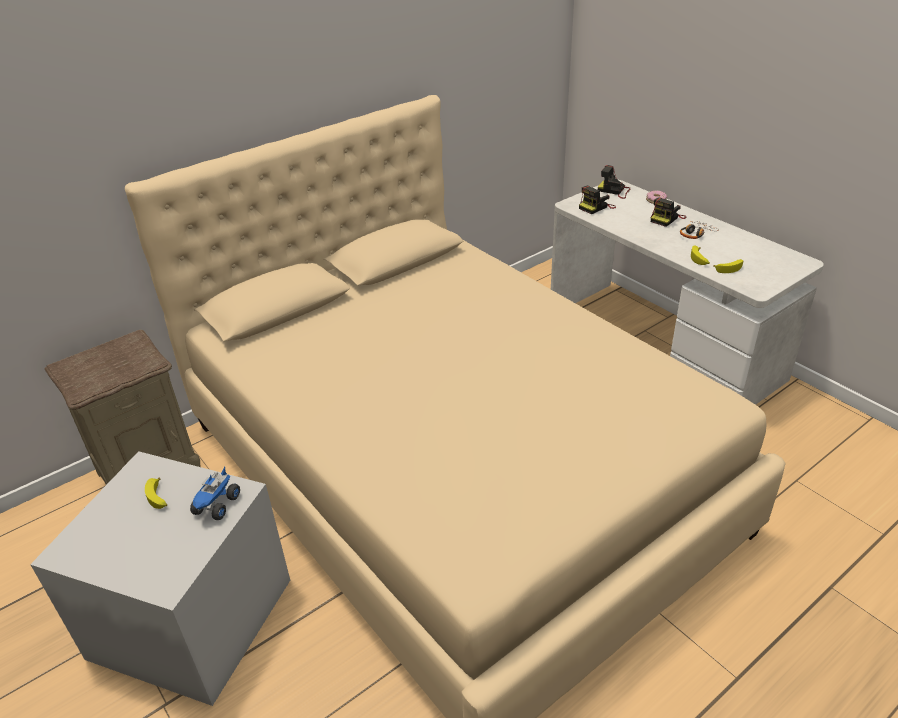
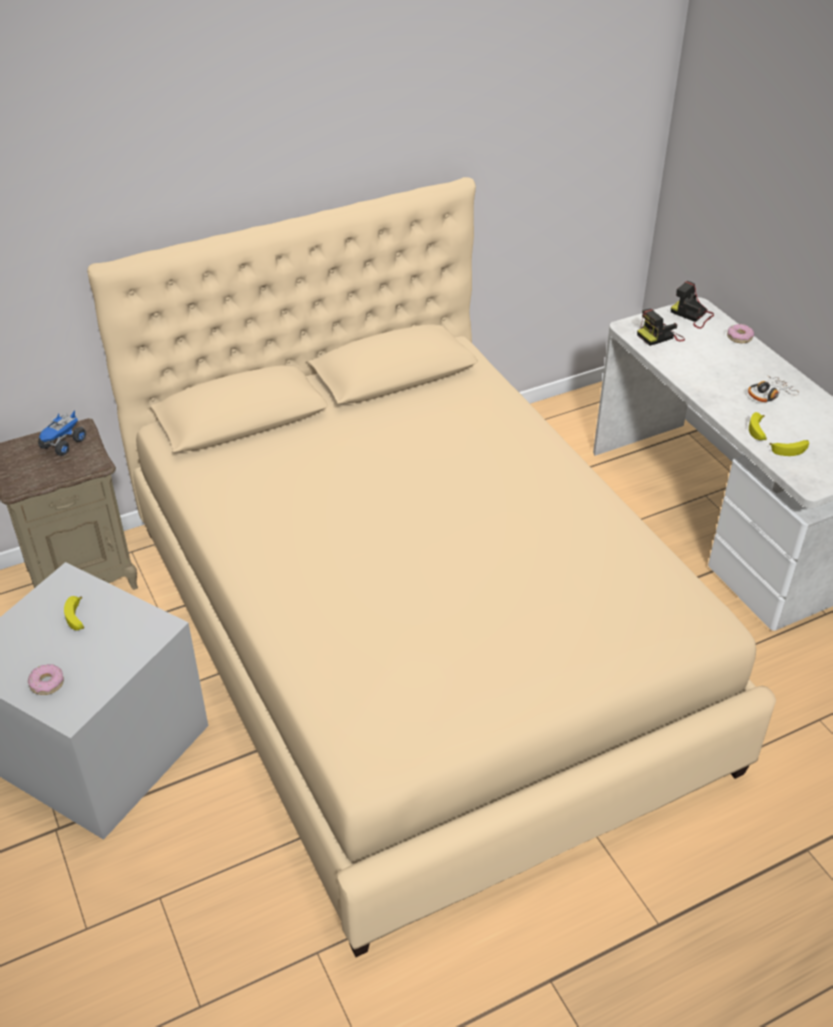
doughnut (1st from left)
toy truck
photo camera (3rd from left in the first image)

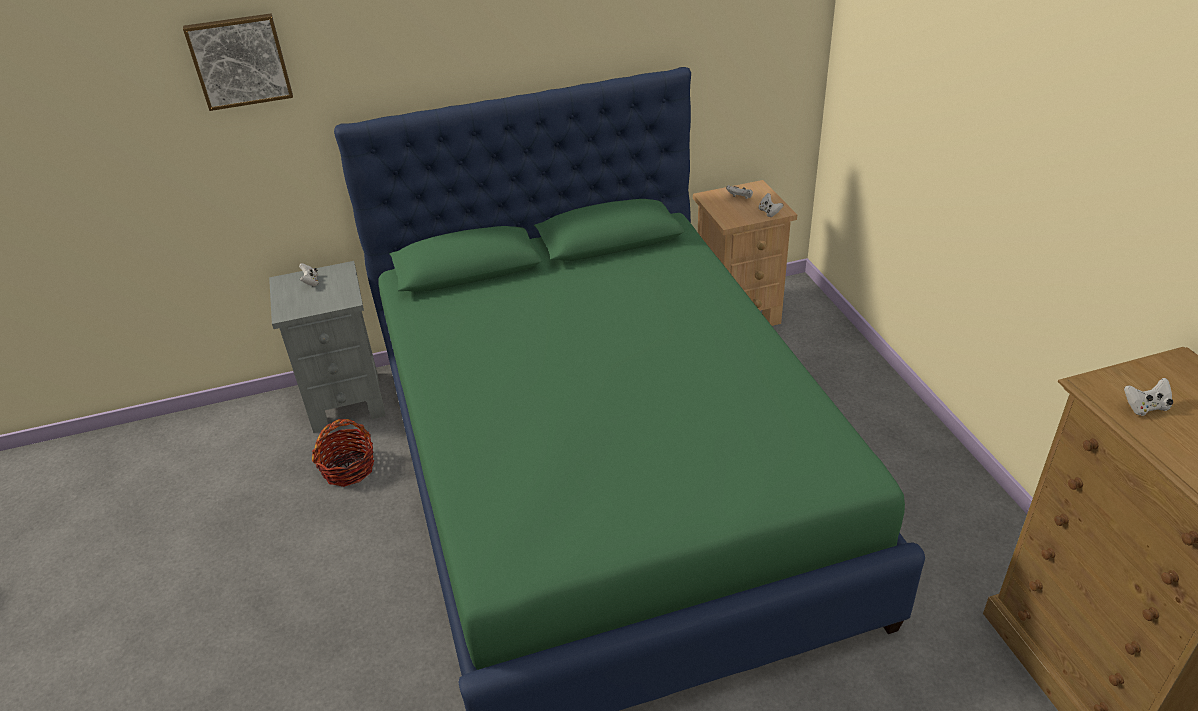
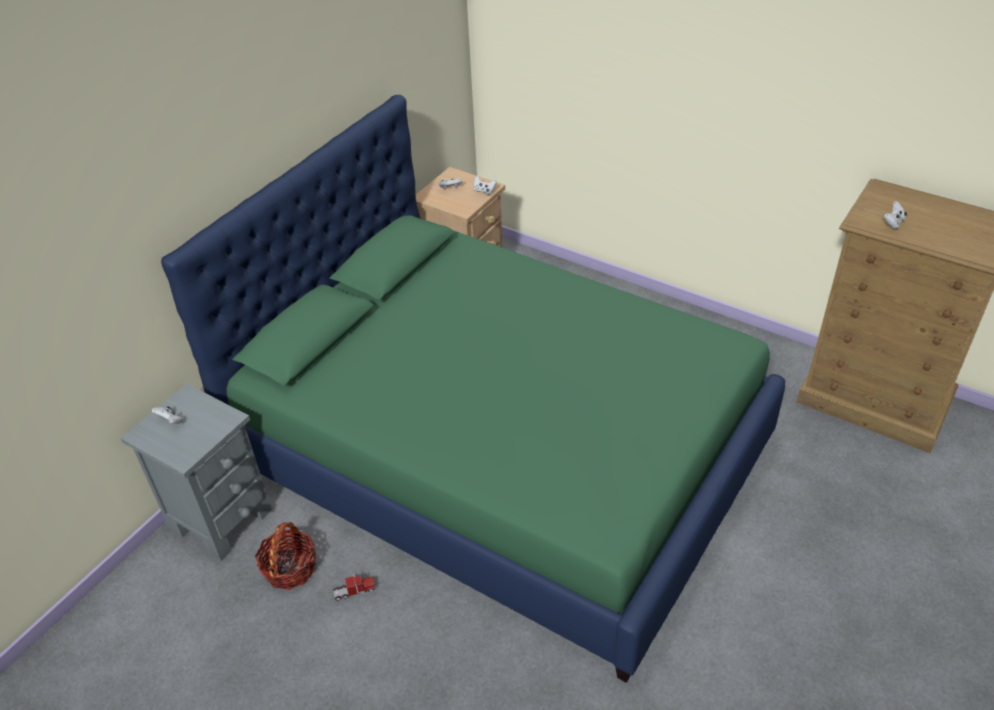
toy truck
picture

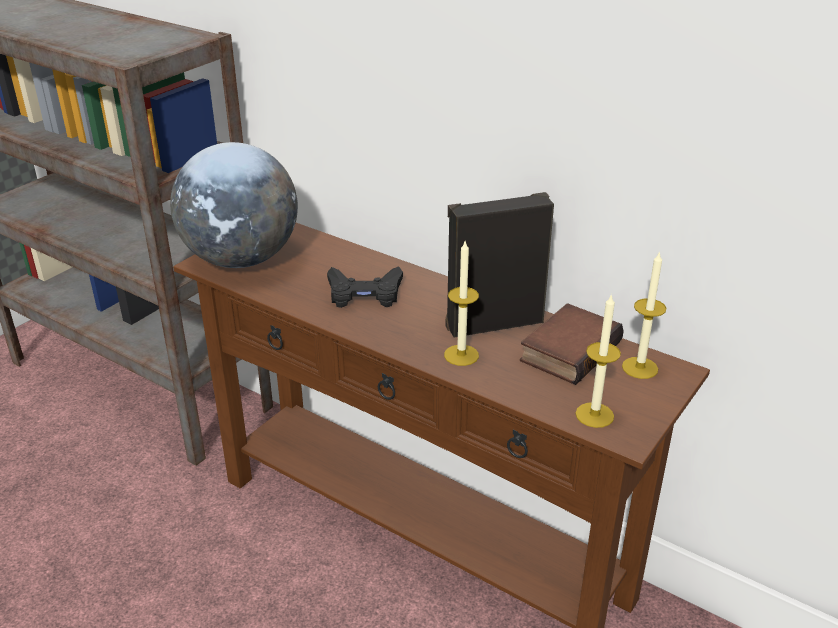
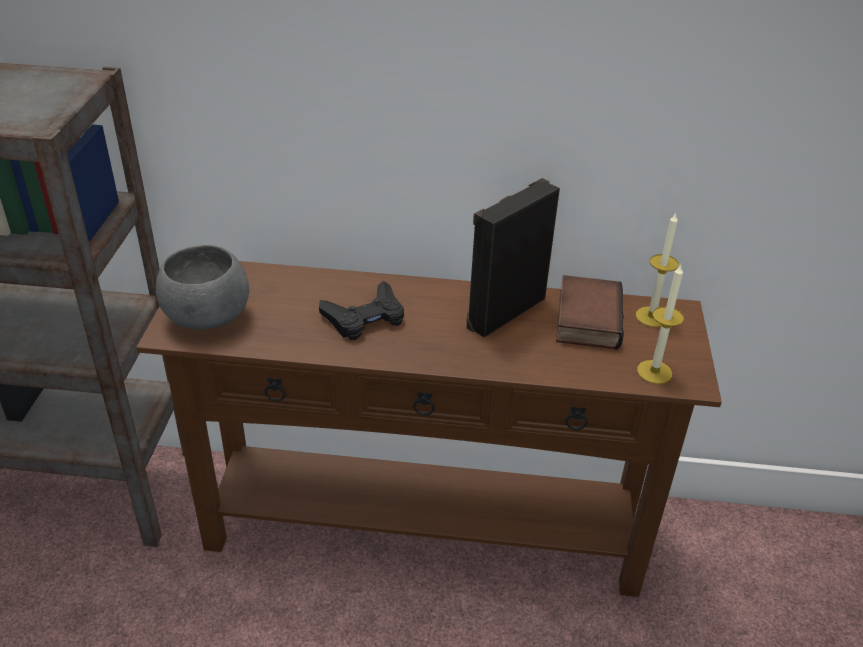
deep dish in gray
candle (1st from left in the first image)

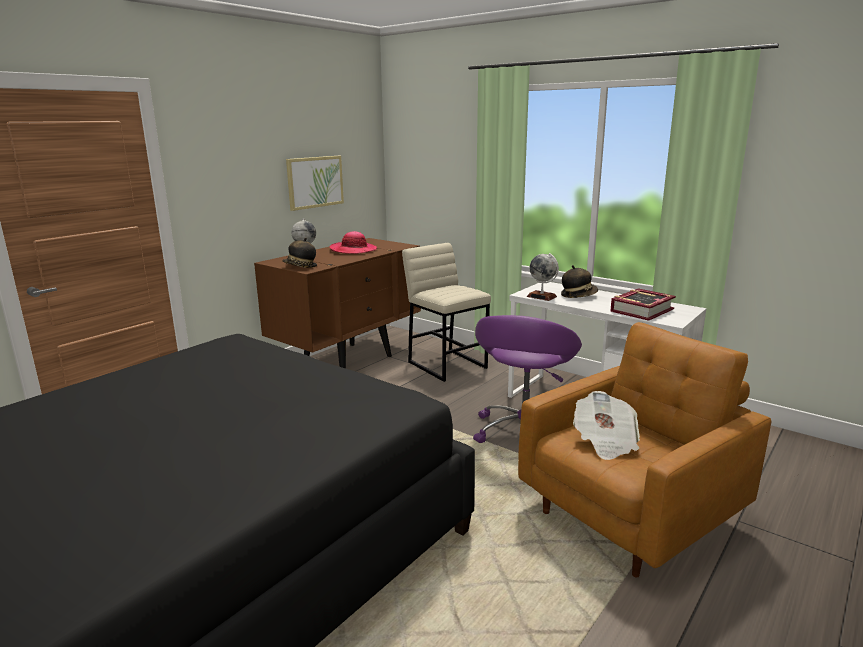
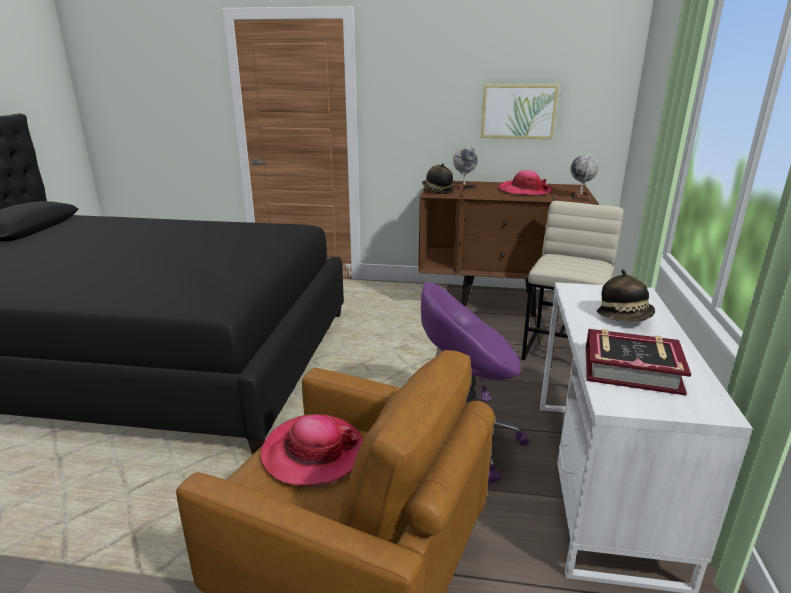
clothing hat (1st from left)
globe (2nd from left)

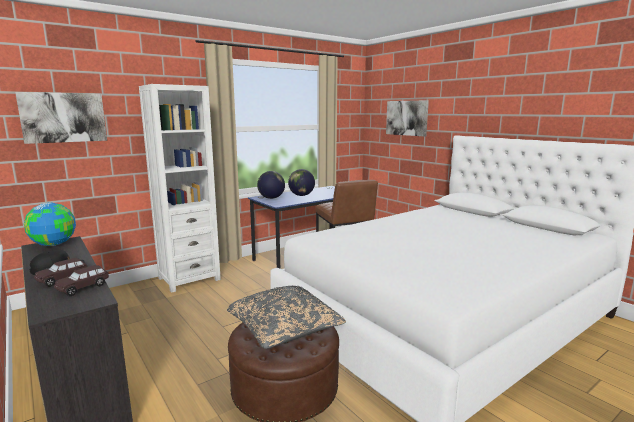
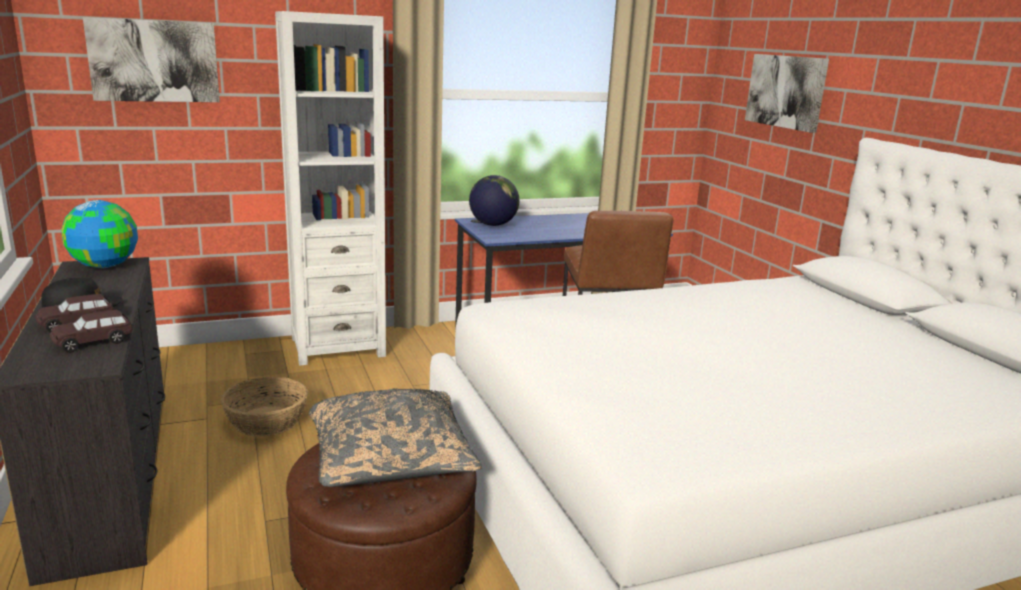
household basket
globe (3rd from left in the first image)

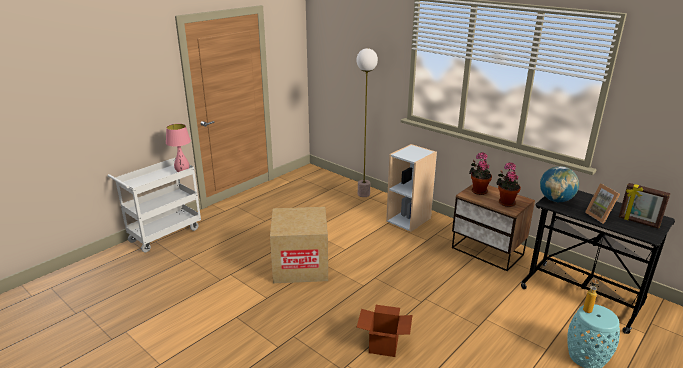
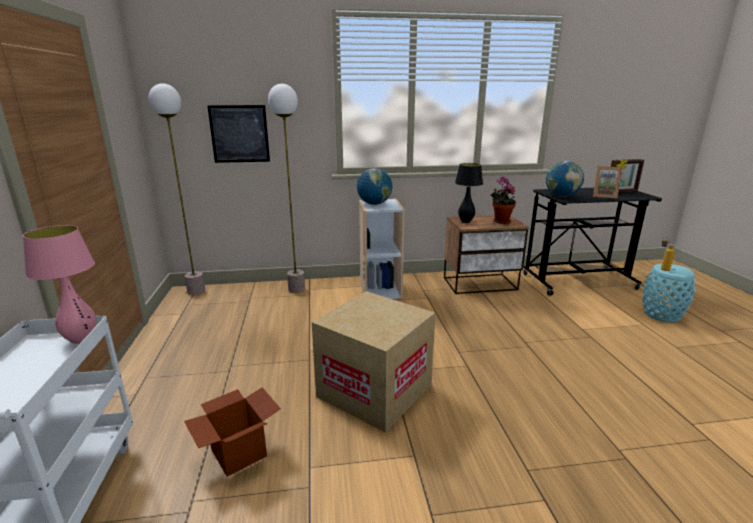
standard lamp (1st from left)
cardboard box (1st from left)
picture
globe (1st from left)
table lamp in black-coloured

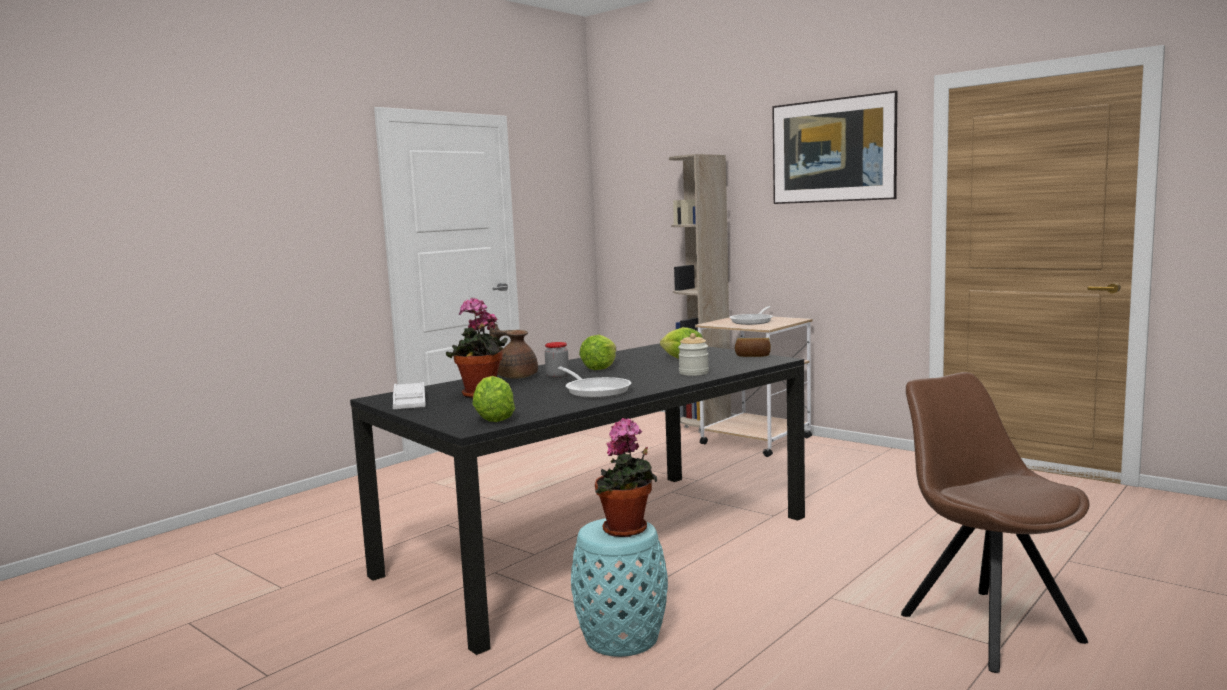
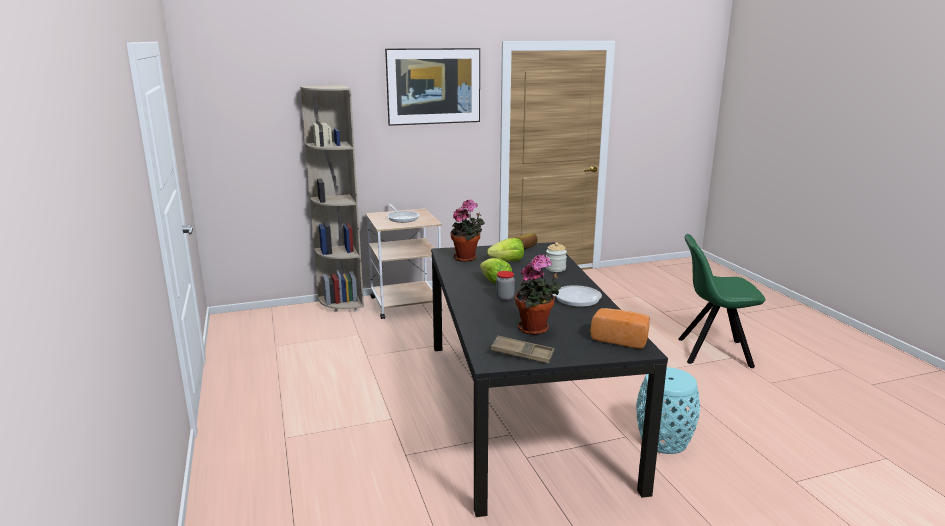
plant in a pot (1st from left)
tray in brown-coloured
bread (2nd from left)
plain chair in greenish
tea pot in brown-coloured

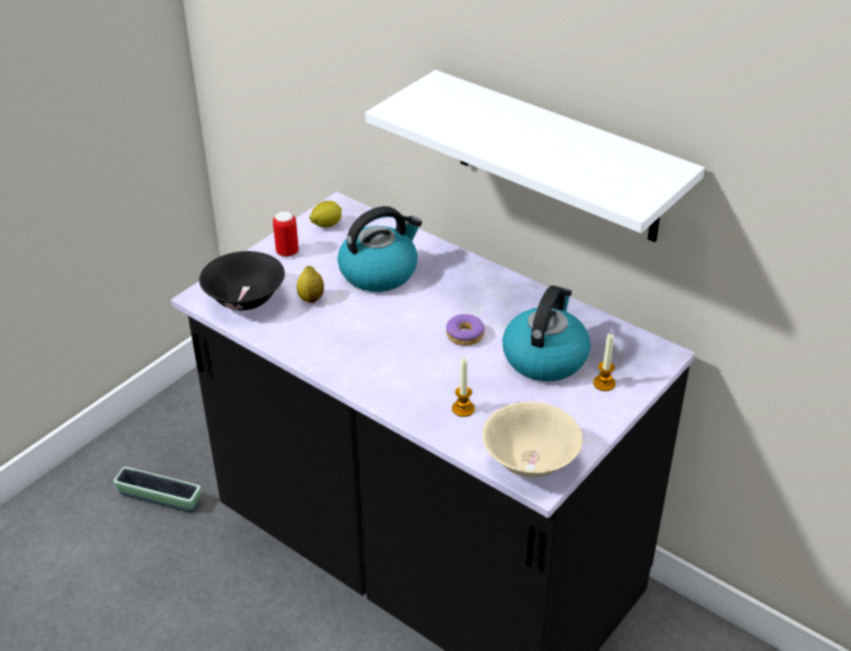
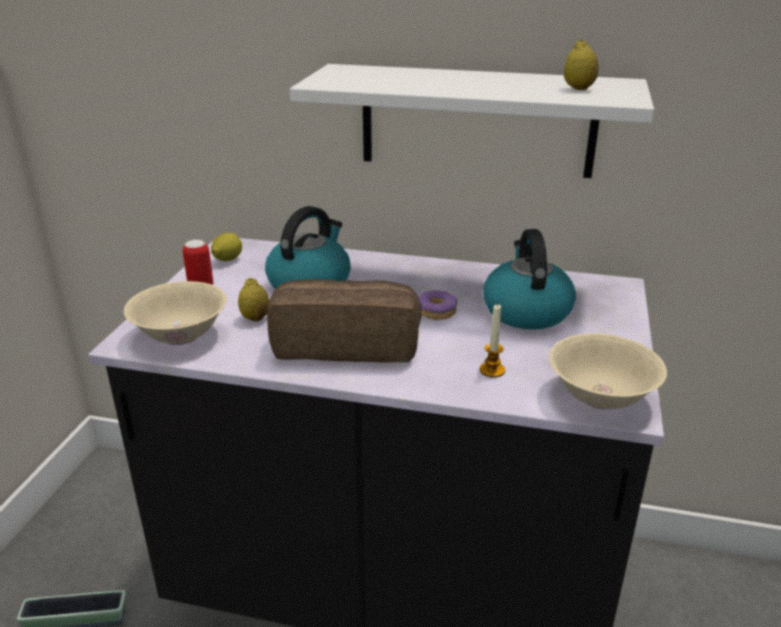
deep dish in beige-coloured (1st from left)
bread
lemon (3rd from left)
candle (2nd from left in the first image)

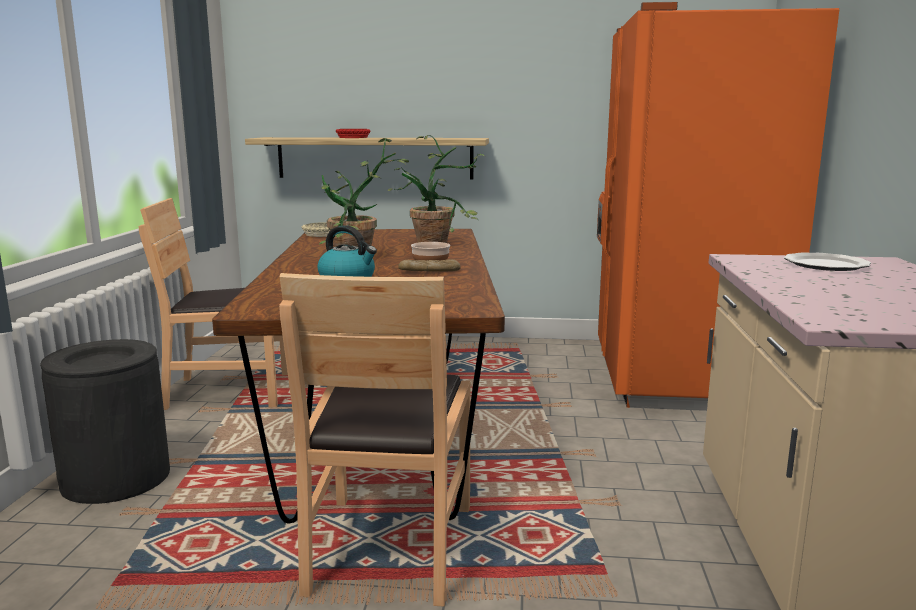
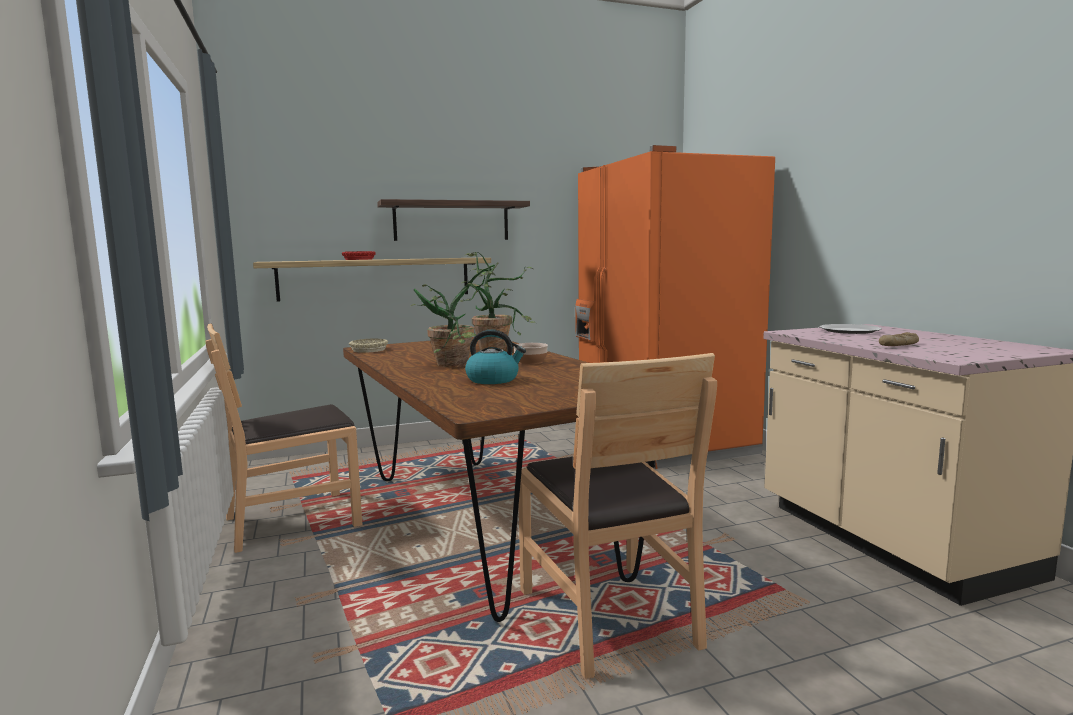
bracket shelf (2nd from left)
bread
rubbish bin in black-coloured

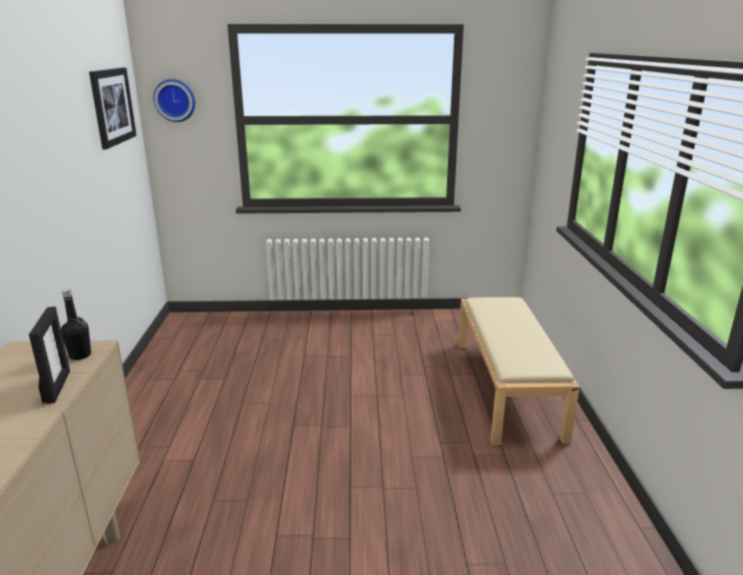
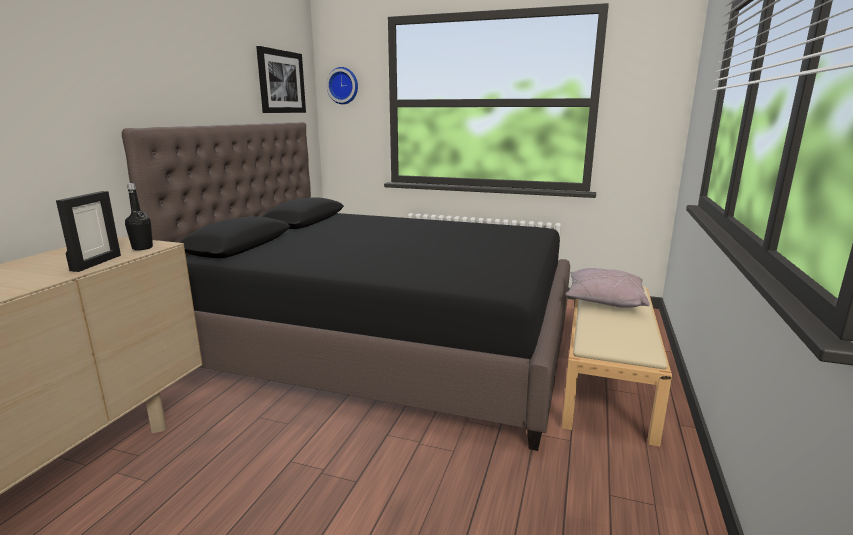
bedroom bed in black-coloured
cushion in purple

